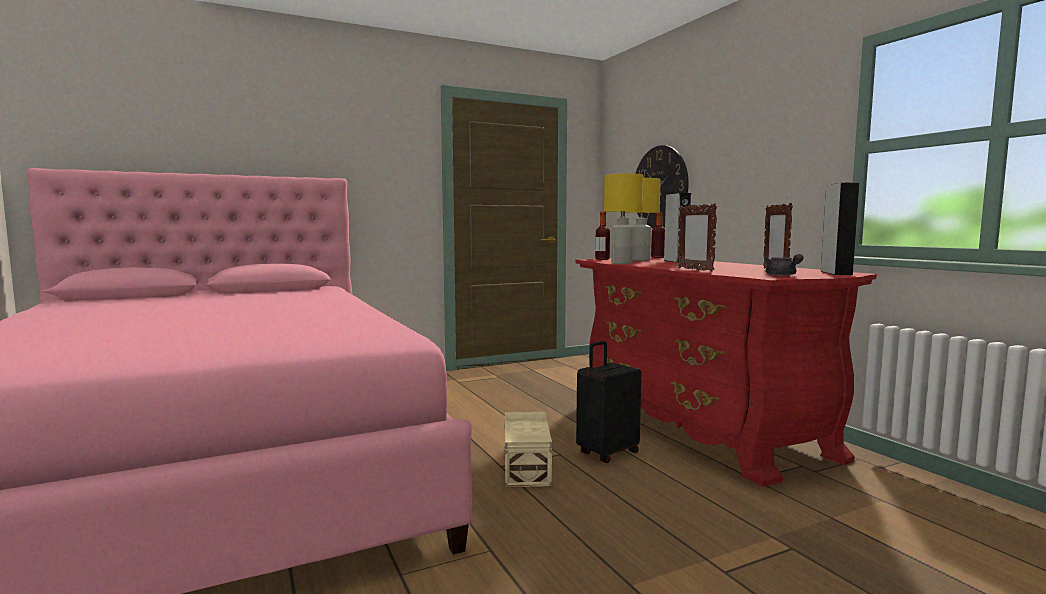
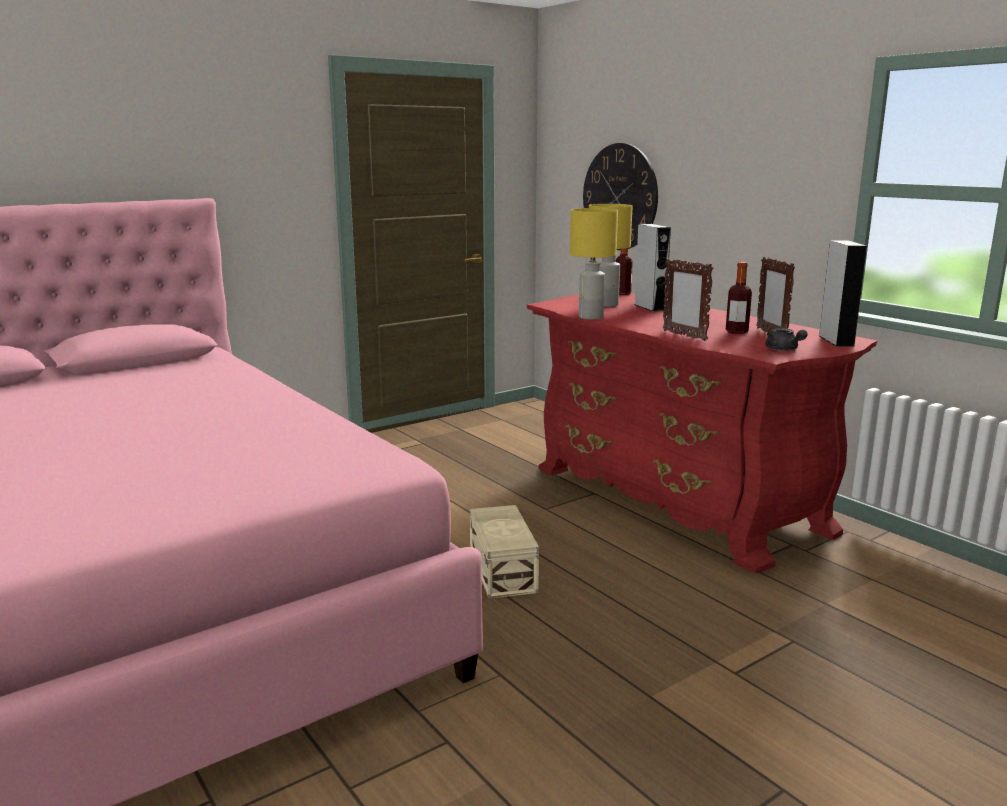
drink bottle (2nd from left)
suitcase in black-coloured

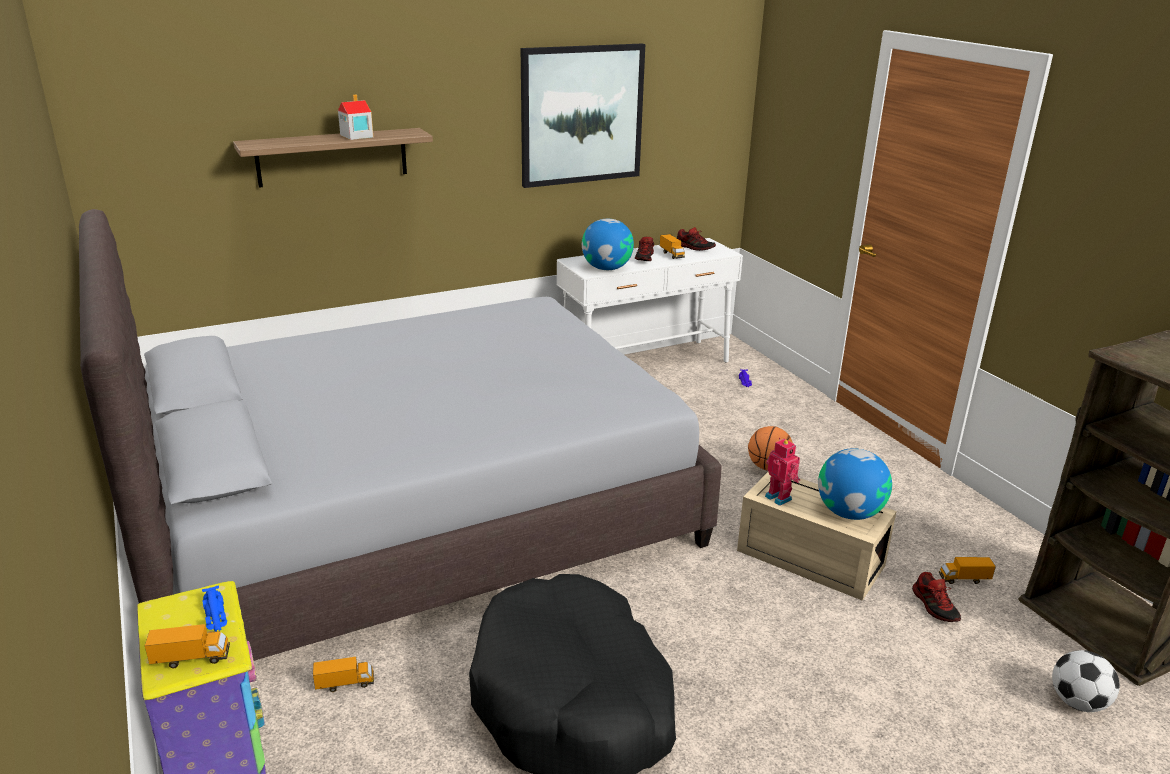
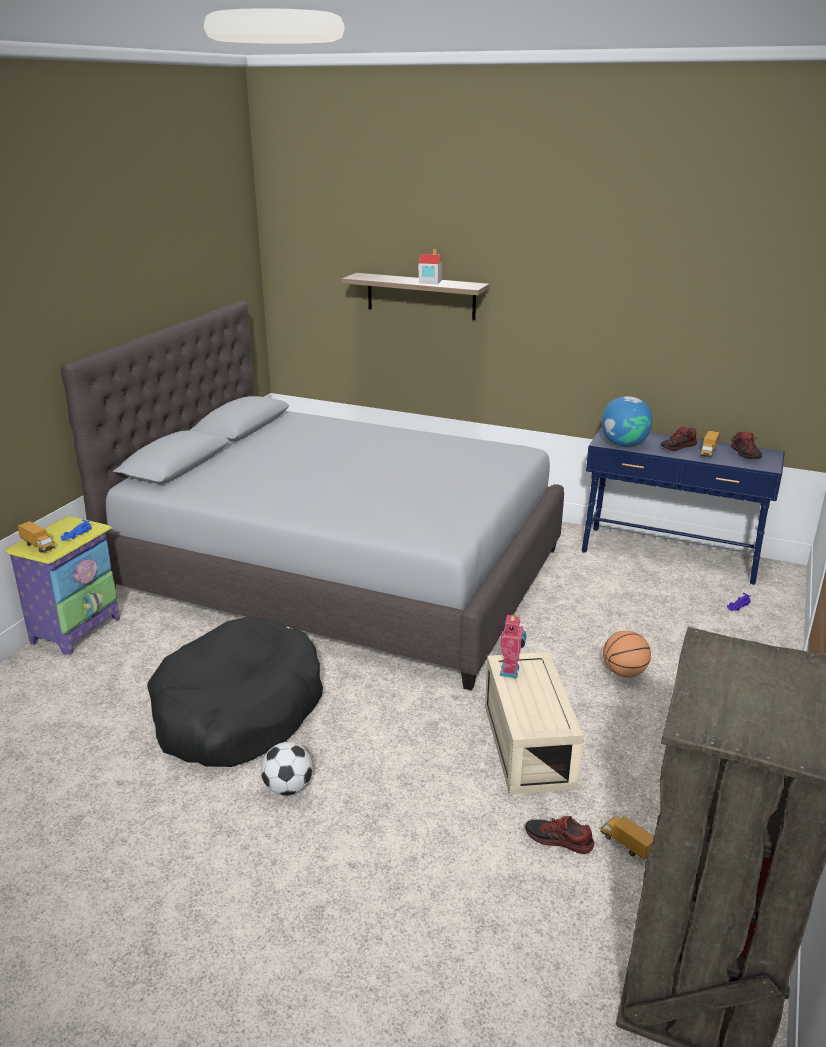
ball for football
low shoe (1st from left)
narrow table in blue
toy truck (2nd from left in the first image)
picture
globe (2nd from left in the first image)

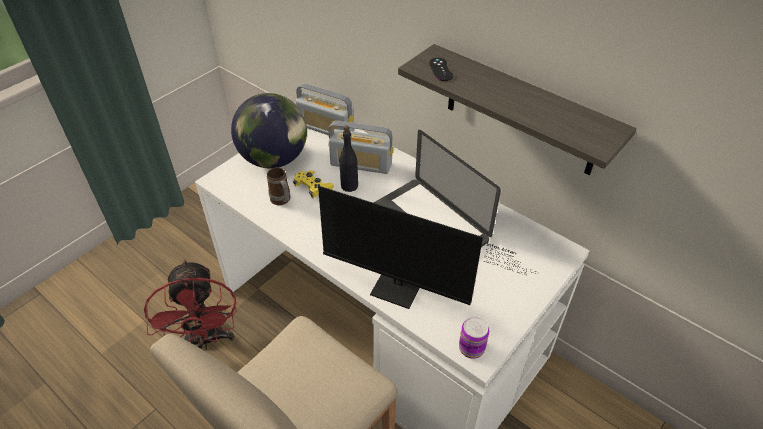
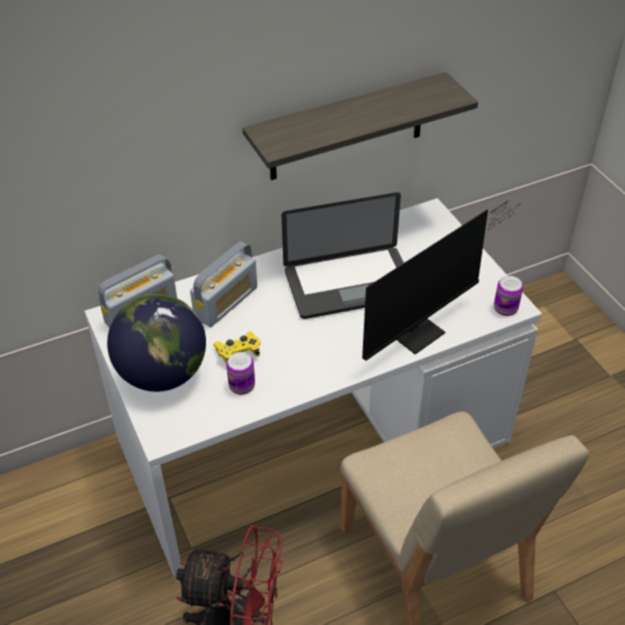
can (1st from left)
drink bottle in black-coloured
gamepad in black-coloured

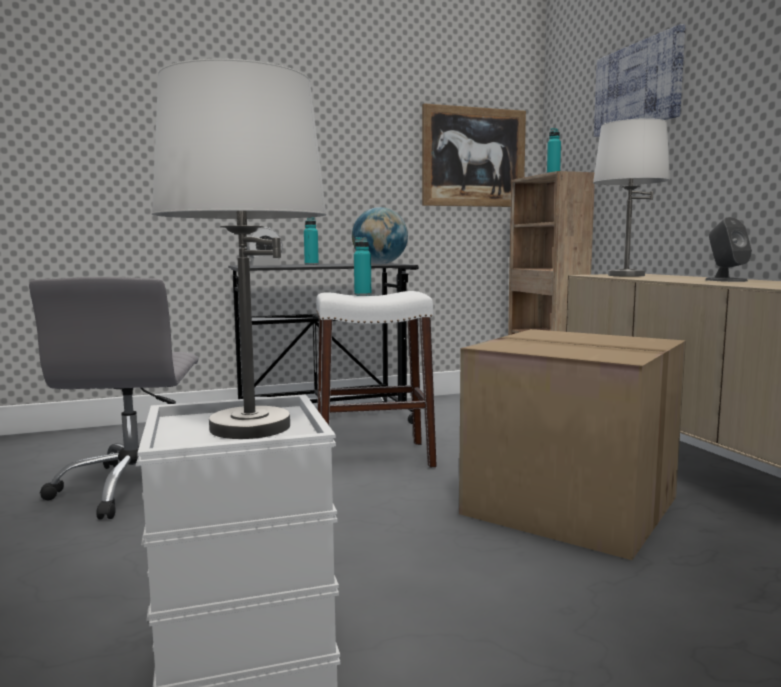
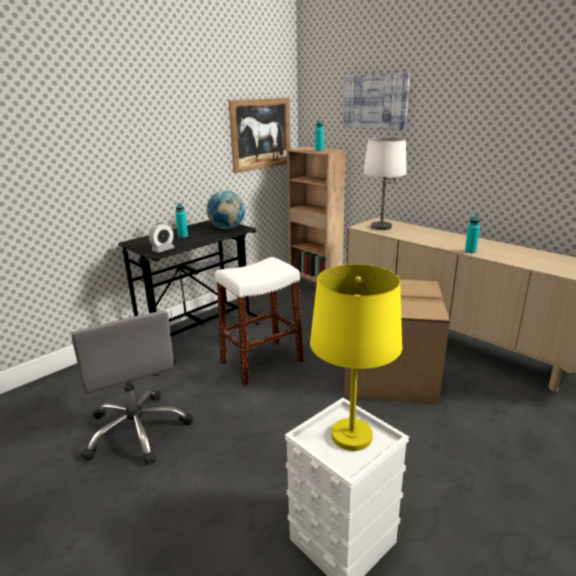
table lamp in yellow
drink bottle in turquoise-coloured (3rd from left)
loudspeaker in gray

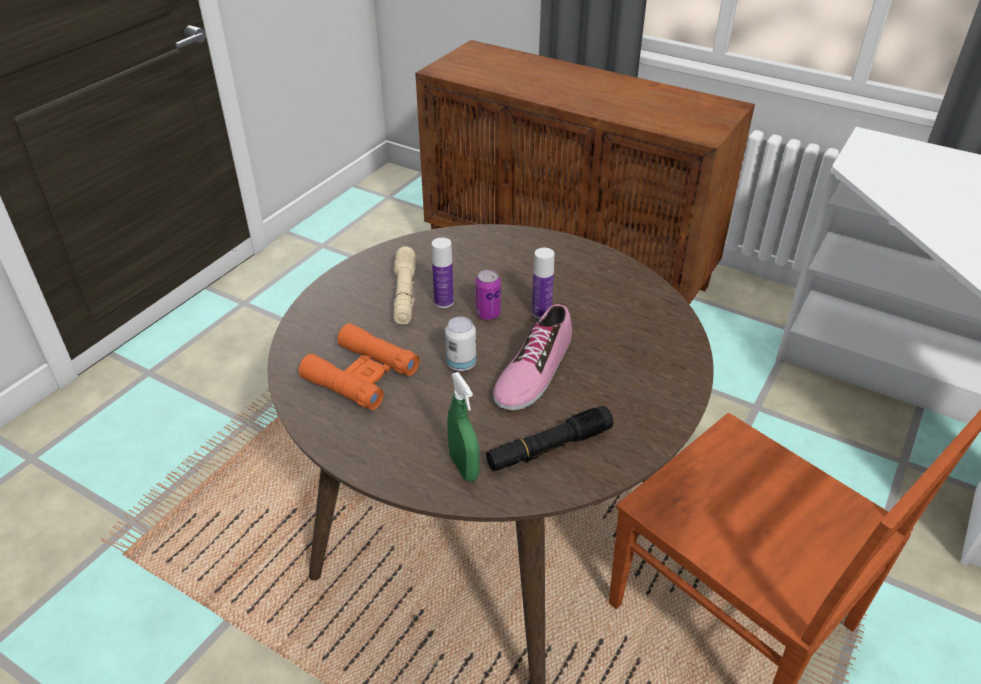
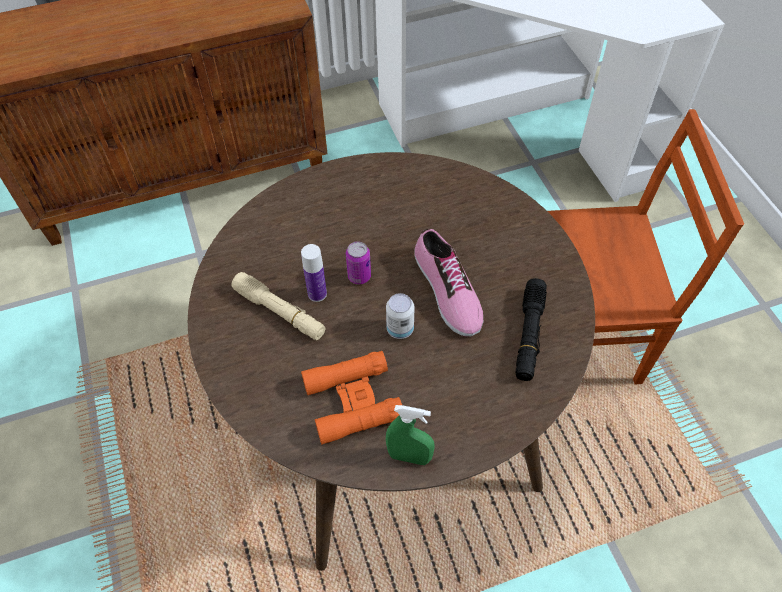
sprayer in greenish
drink bottle (2nd from left in the first image)

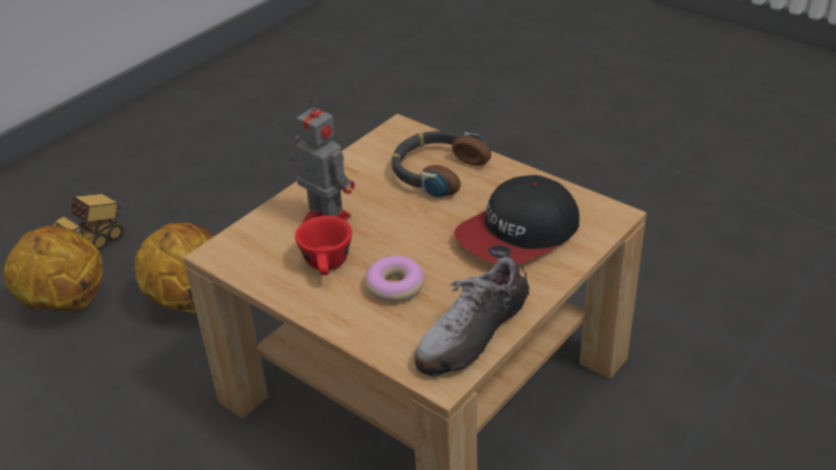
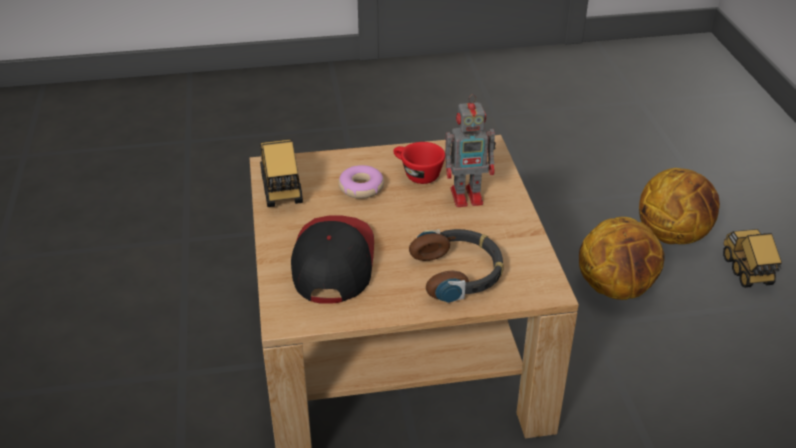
toy truck (1st from left)

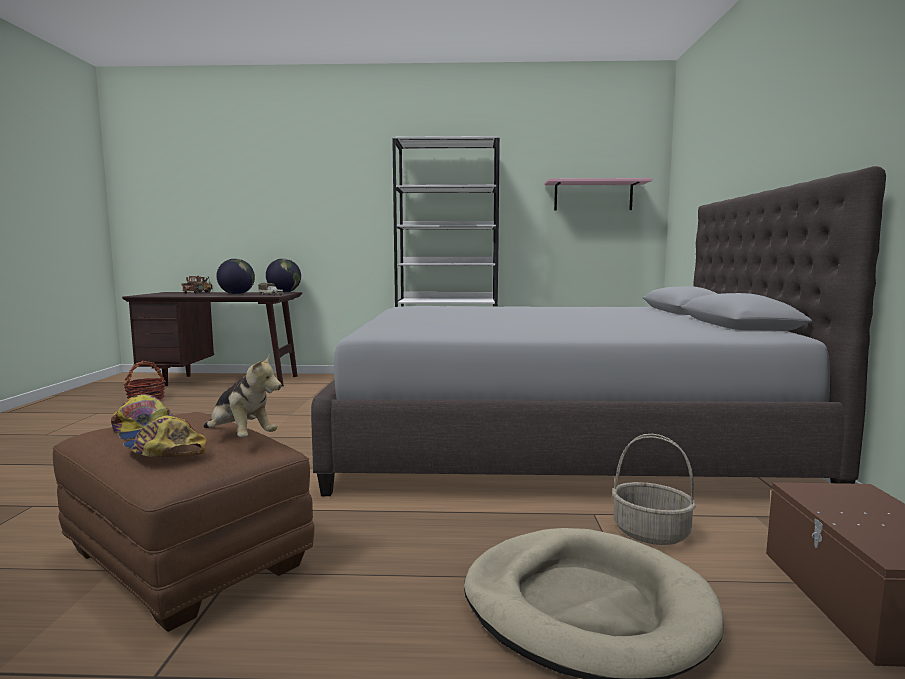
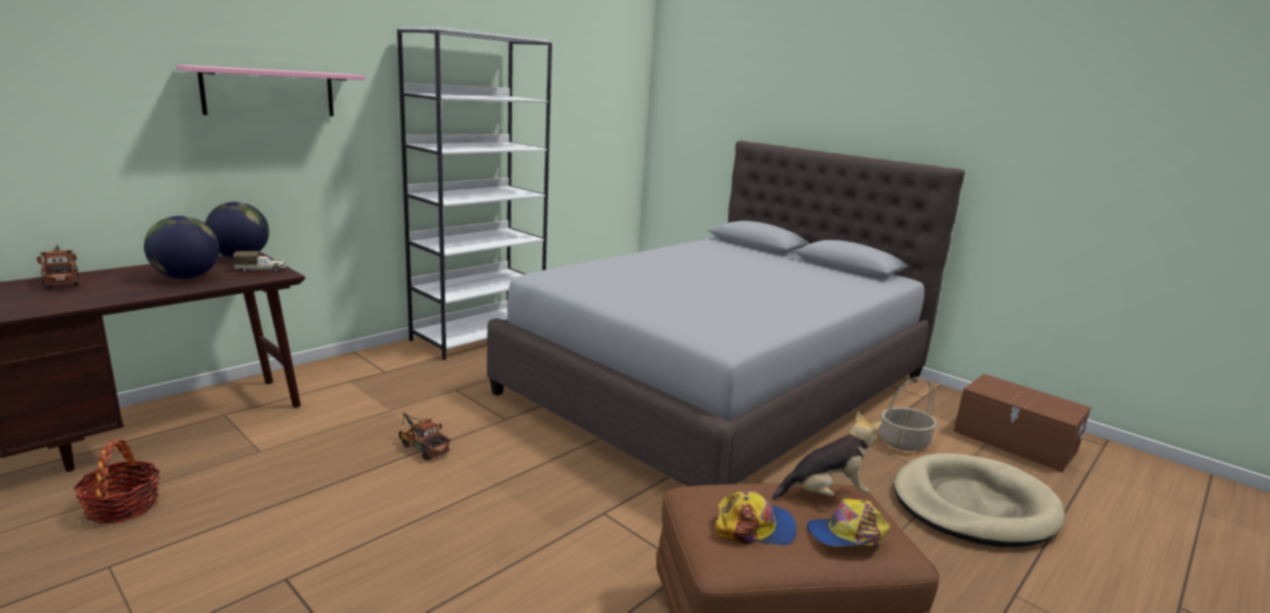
bracket shelf in pink-coloured
toy truck (3rd from left)

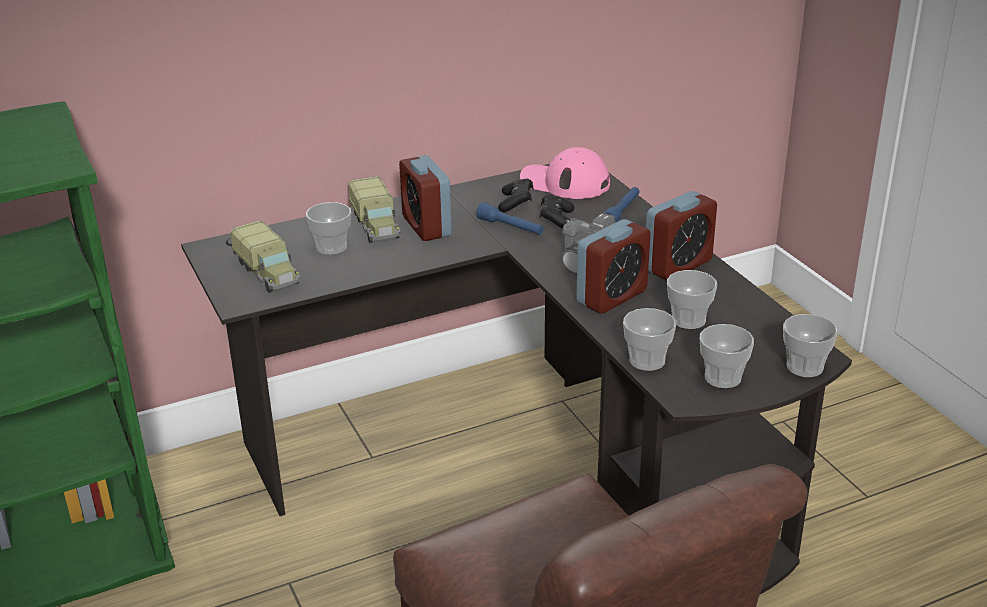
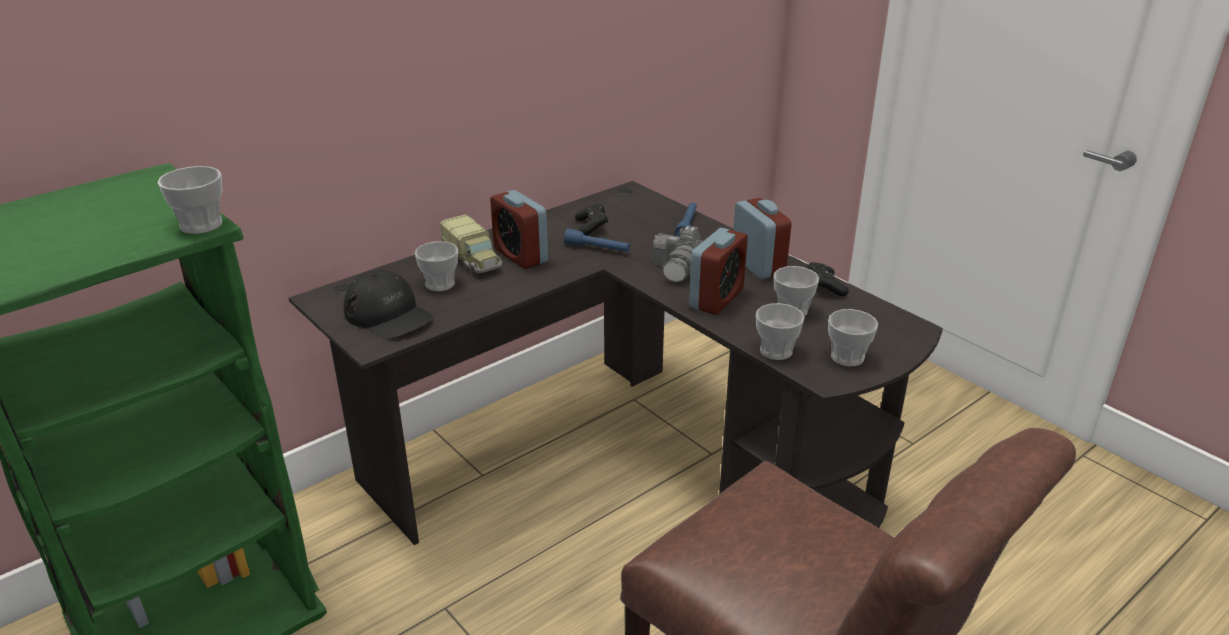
small cup (1st from left)
peaked cap in black-coloured
bedside clock (3rd from left)
gamepad in black-coloured (2nd from left)
peaked cap in pink-coloured

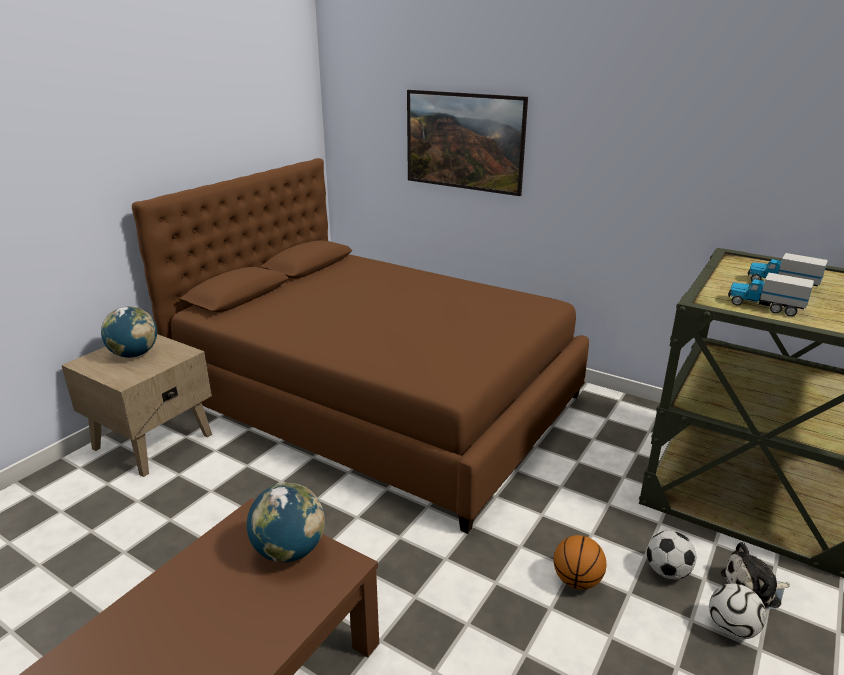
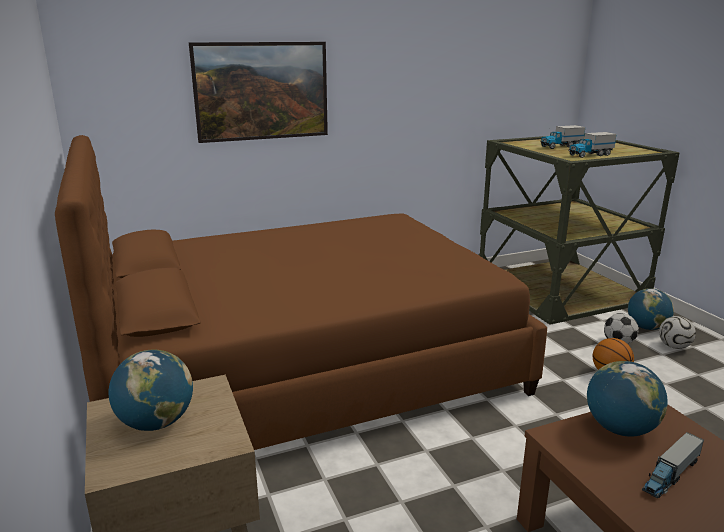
globe (3rd from left)
toy truck (3rd from left)

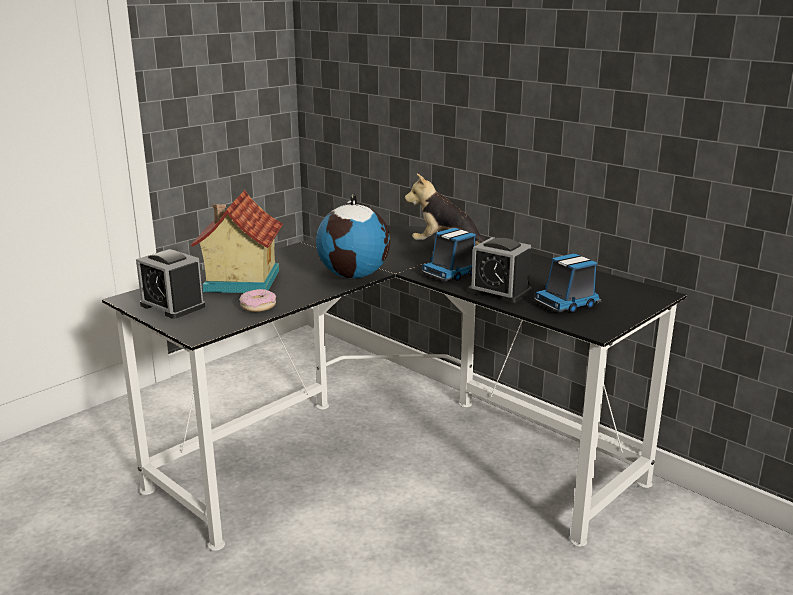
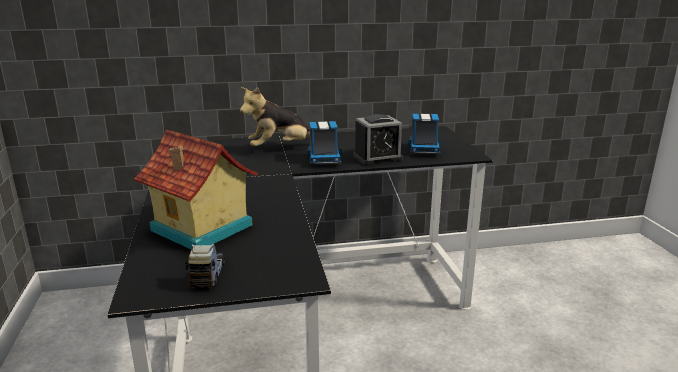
toy truck (1st from left)
doughnut
globe

